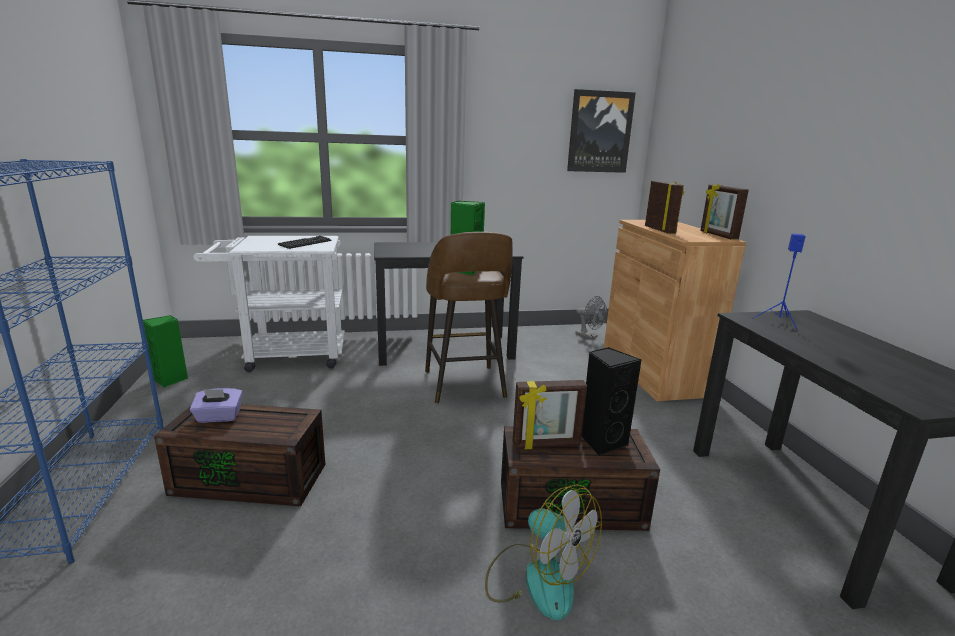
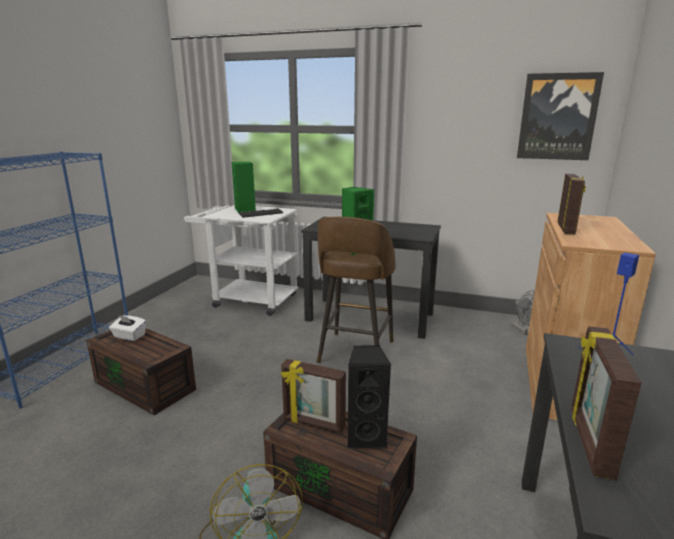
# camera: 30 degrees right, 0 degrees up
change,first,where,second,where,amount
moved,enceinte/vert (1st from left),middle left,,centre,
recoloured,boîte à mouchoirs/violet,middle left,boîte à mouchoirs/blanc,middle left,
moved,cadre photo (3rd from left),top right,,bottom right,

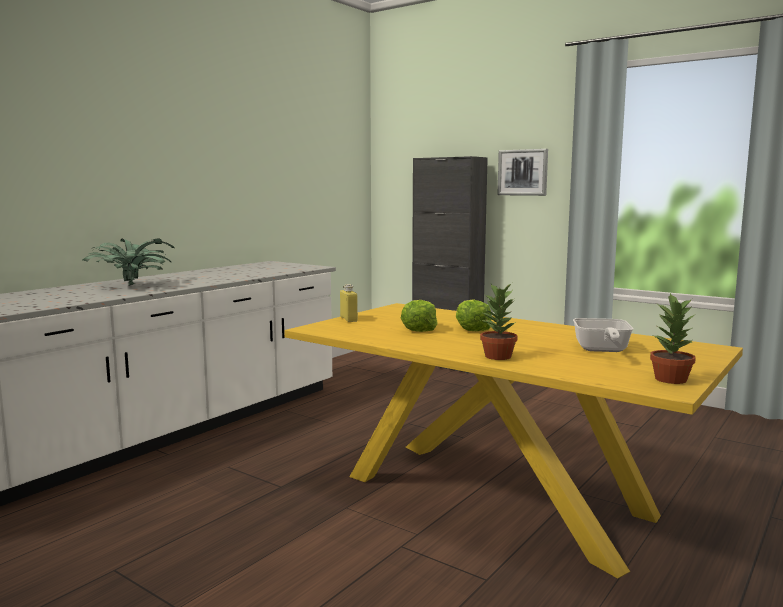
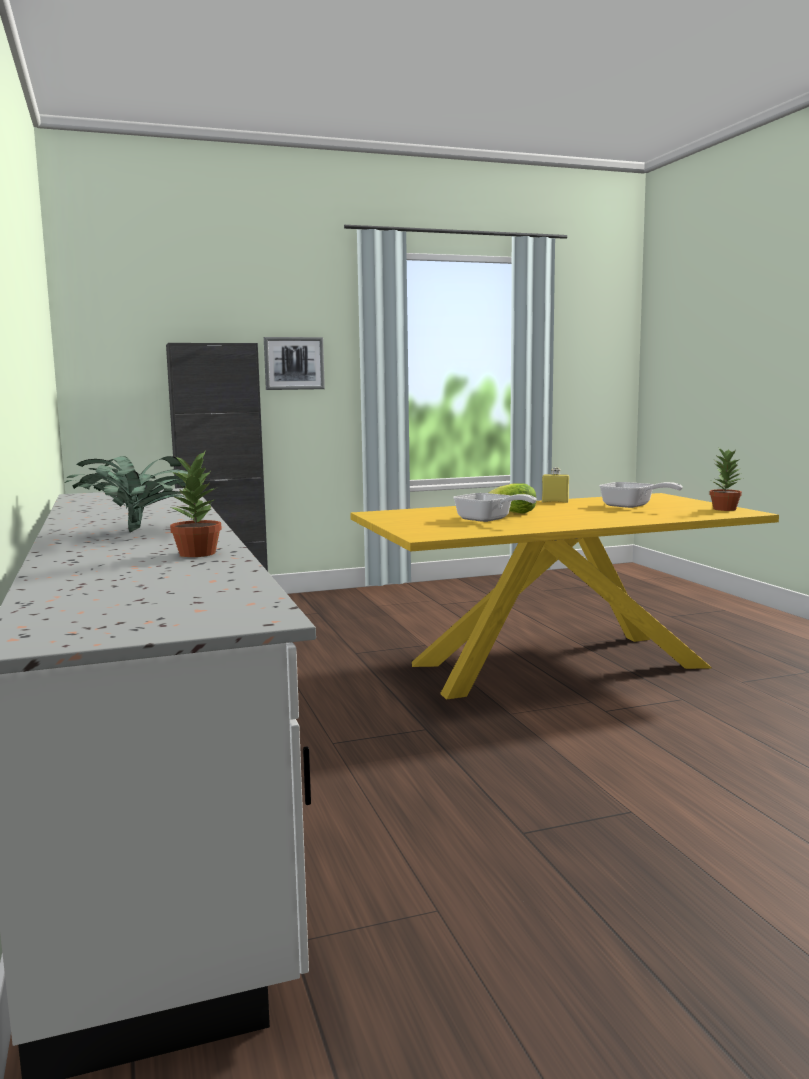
# camera: 55 degrees left, 0 degrees up
change,first,where,second,where,amount
moved,bouteille/jaune,centre,,middle right,
replaced,laitue (1st from left),centre,poêle (1st from left),centre,
moved,plante en pot (2nd from left),centre,,middle left,

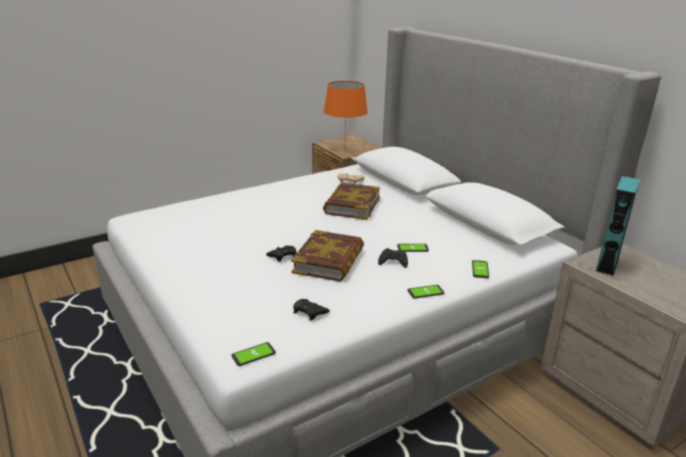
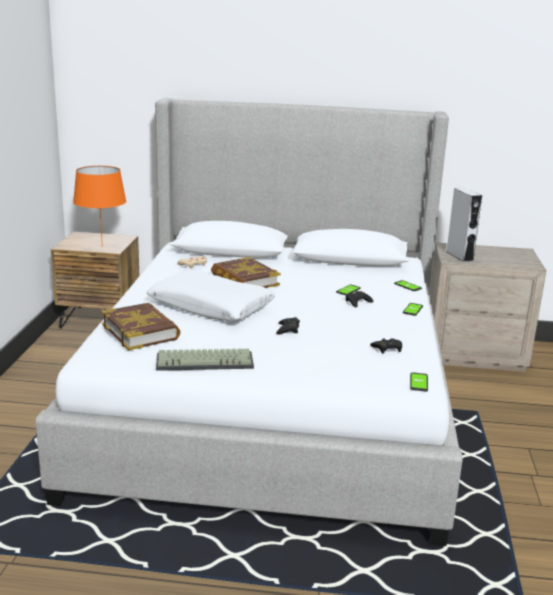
# camera: 50 degrees left, 5 degrees down
change,first,where,second,where,amount
moved,livre (1st from left),centre,,middle left,
recoloured,enceinte/turquoise,middle right,enceinte/gris,middle right,
added,,,coussin/blanc,centre,
added,,,clavier,centre,

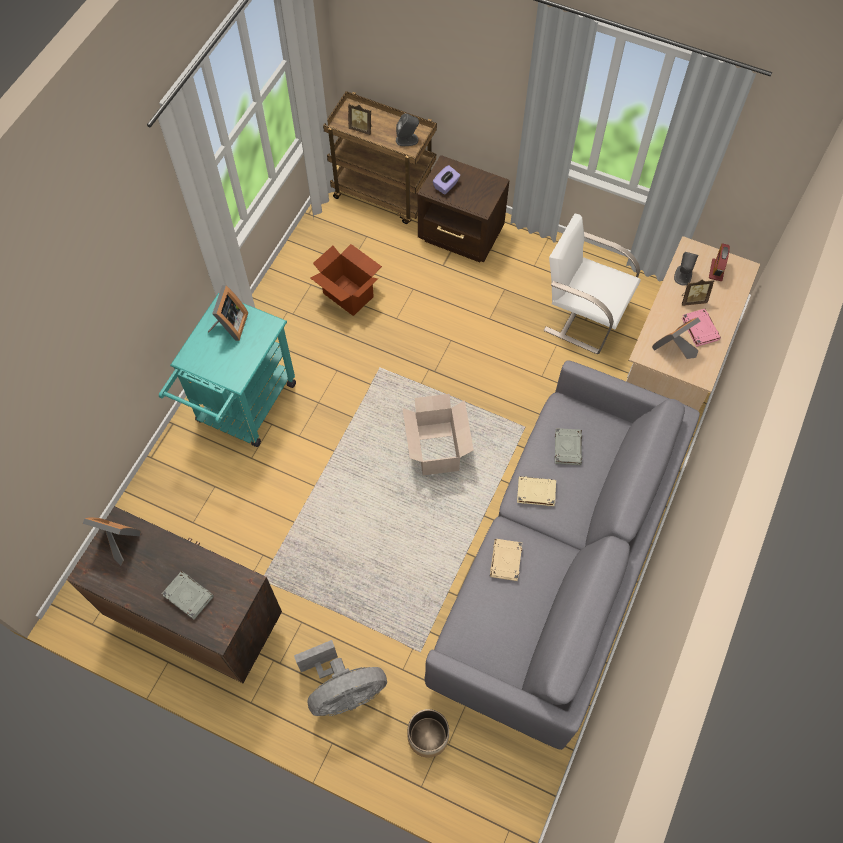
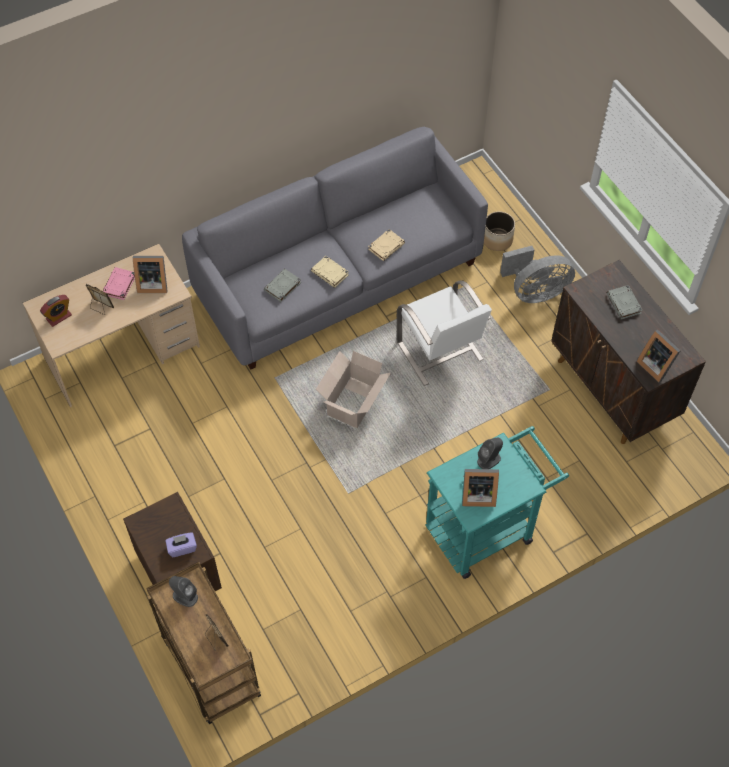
# camera: 145 degrees left, 5 degrees down
change,first,where,second,where,amount
turned,cadre photo (2nd from left in the first image),middle left,cadre photo (4th from left),centre,135 degrees counterclockwise
turned,ventilateur/gris,bottom centre,,middle right,150 degrees clockwise
removed,carton (1st from left),top centre,,,
moved,chaise/blanc,middle right,,centre,
moved,enceinte/gris (2nd from left),top right,,middle right,

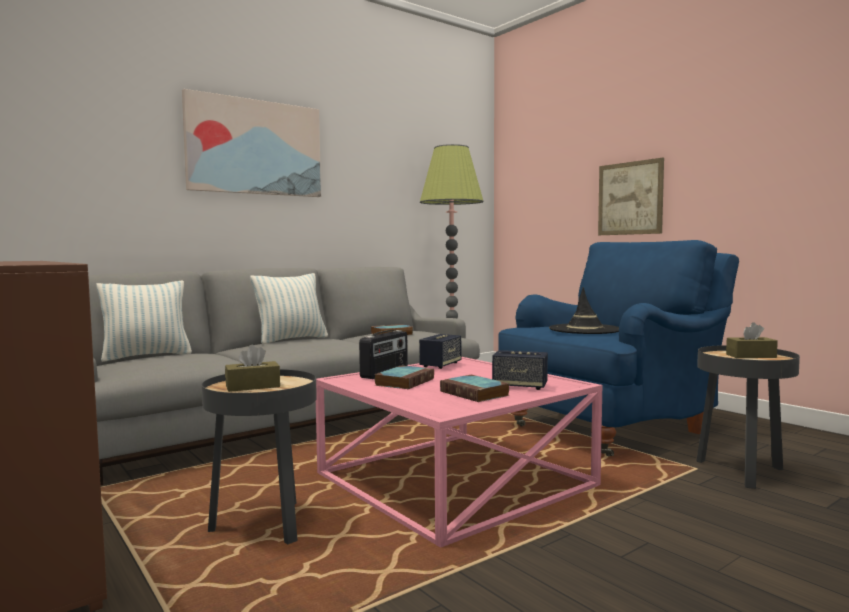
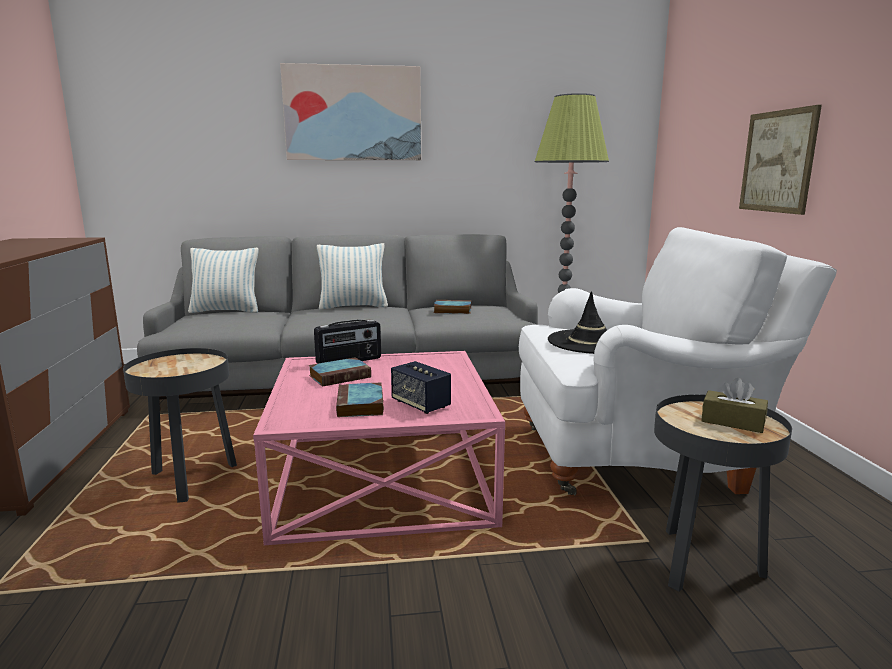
# camera: 30 degrees right, 10 degrees up
change,first,where,second,where,amount
removed,boîte à mouchoirs/marron (1st from left),middle left,,,
removed,enceinte (1st from left),centre,,,
recoloured,fauteuil/bleu,middle right,fauteuil/blanc,middle right,

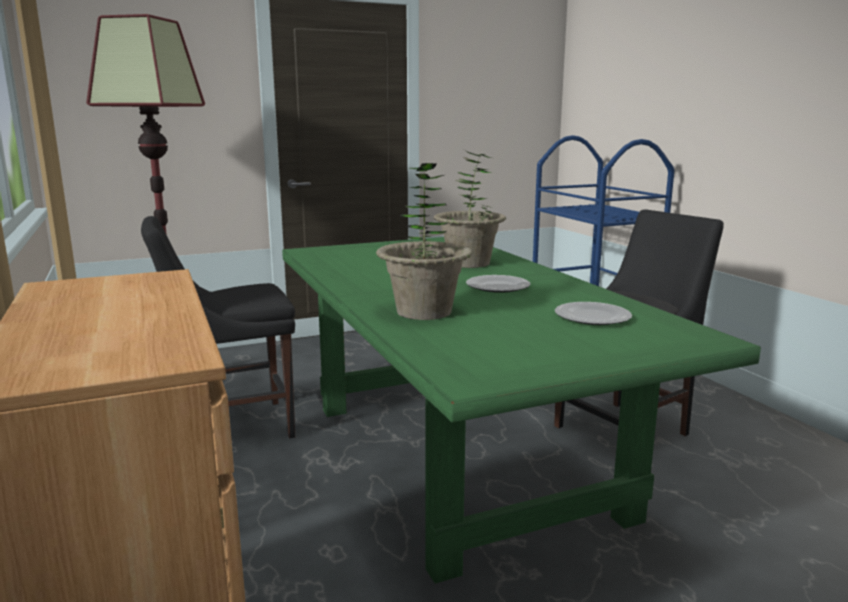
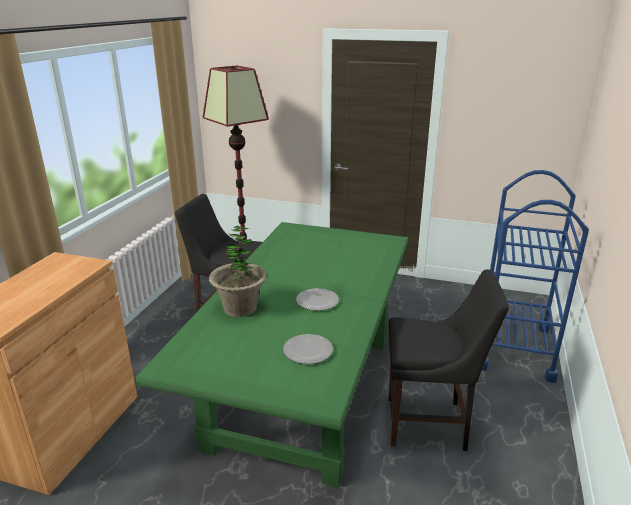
# camera: 40 degrees right, 10 degrees up
change,first,where,second,where,amount
removed,plante en pot (2nd from left),centre,,,

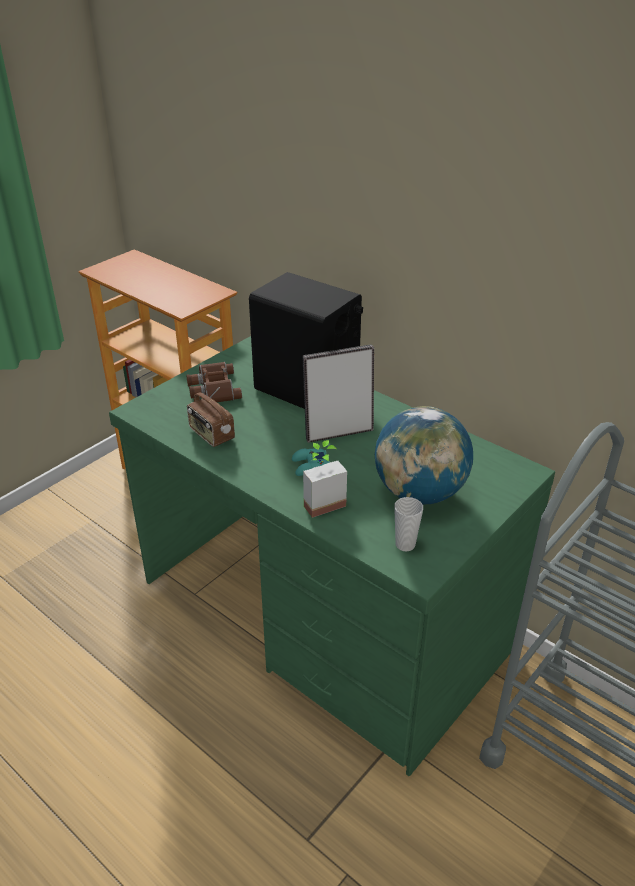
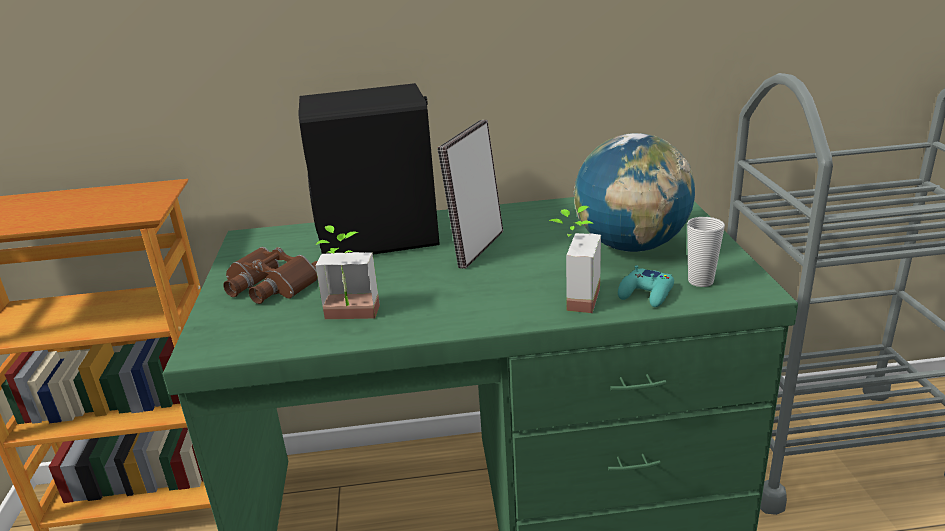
# camera: 45 degrees left, 10 degrees down
change,first,where,second,where,amount
replaced,radio,middle left,plante en pot (1st from left),centre,
moved,manette/turquoise,centre,,middle right,

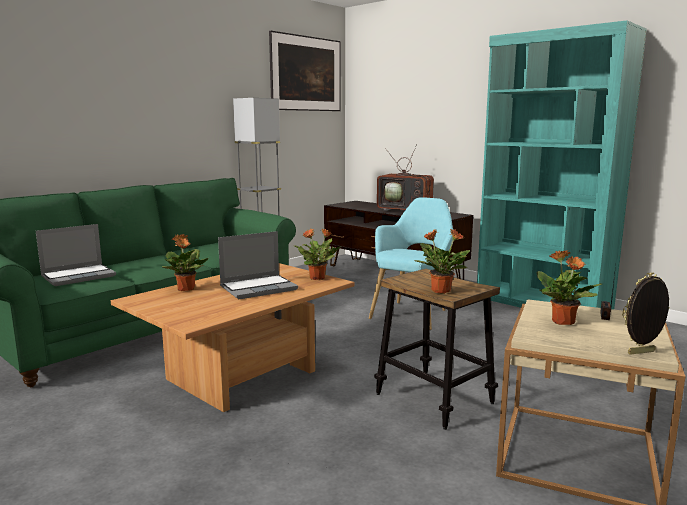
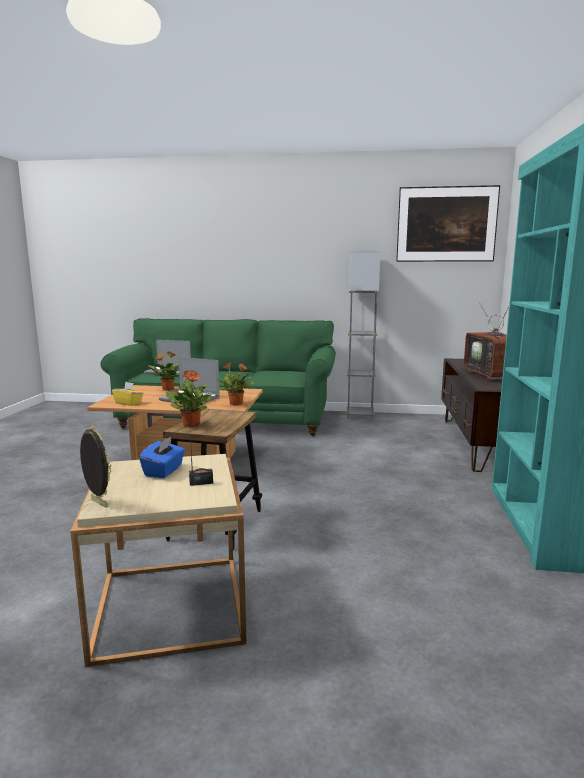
# camera: 55 degrees right, 0 degrees up
change,first,where,second,where,amount
removed,fauteuil/turquoise,centre,,,
replaced,plante en pot (4th from left),middle right,boîte à mouchoirs/bleu,middle left,
added,,,boîte à mouchoirs/jaune,middle left,

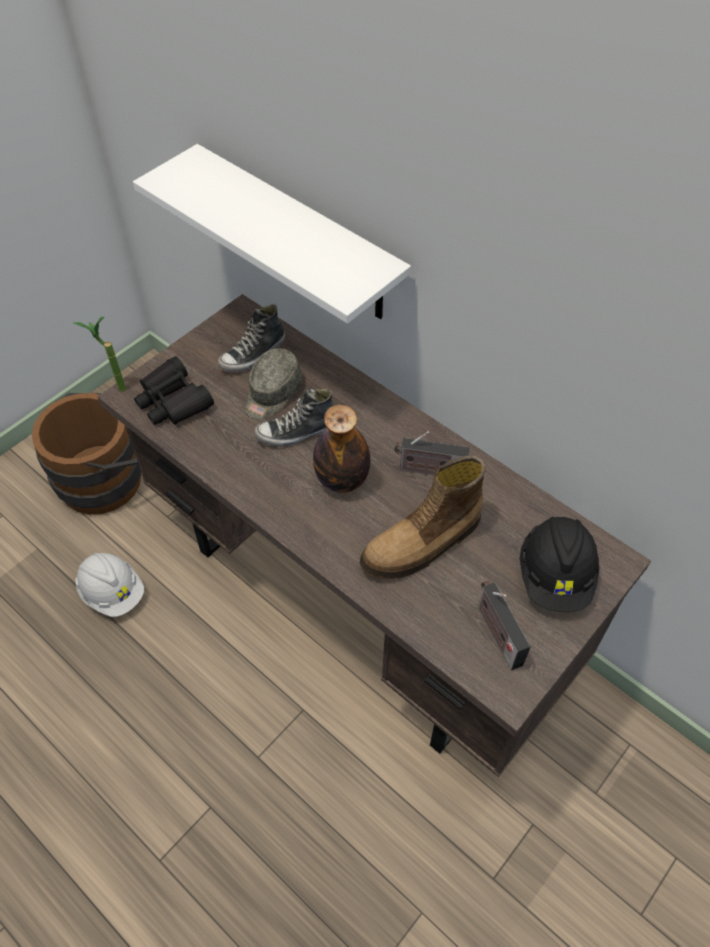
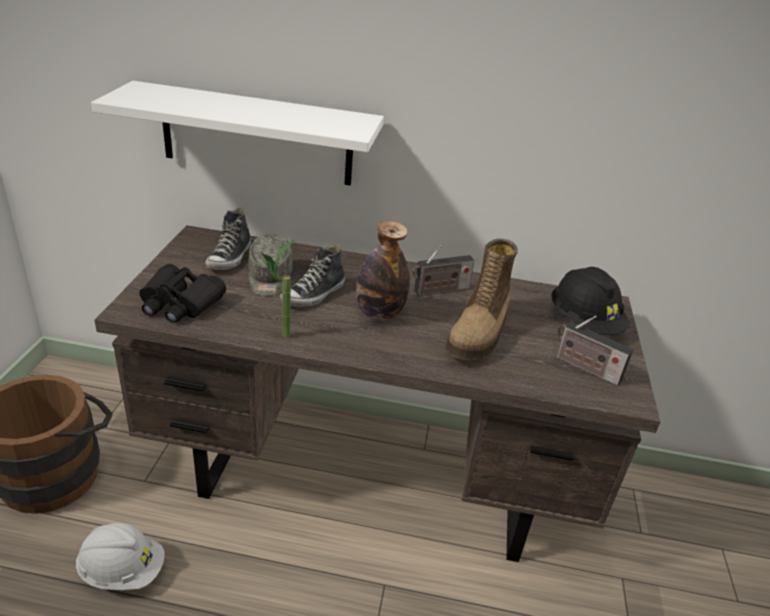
# camera: 35 degrees left, 20 degrees down
change,first,where,second,where,amount
moved,plante en pot,middle left,,centre,

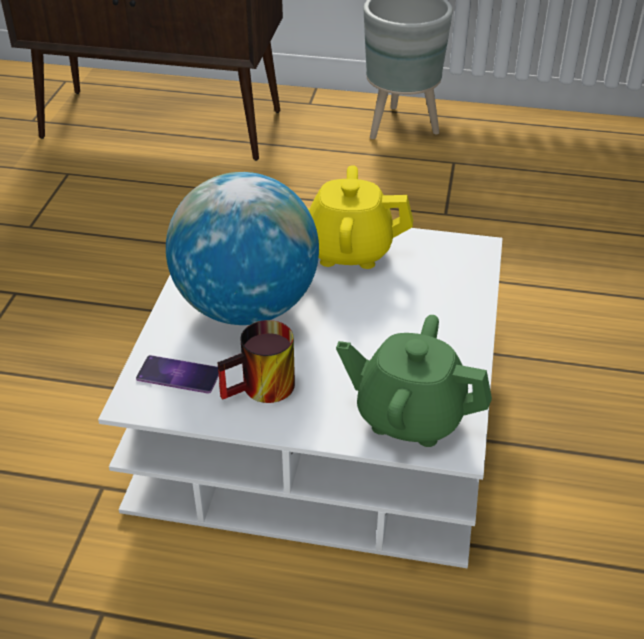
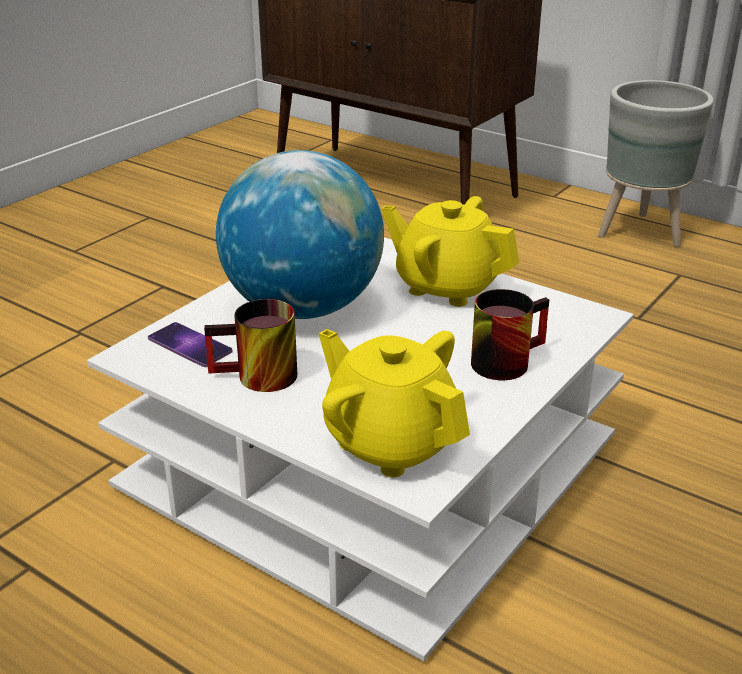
# camera: 25 degrees right, 10 degrees down
change,first,where,second,where,amount
recoloured,théière/vert,centre,théière/jaune (1st from left),centre,
added,,,mug (2nd from left),middle right,

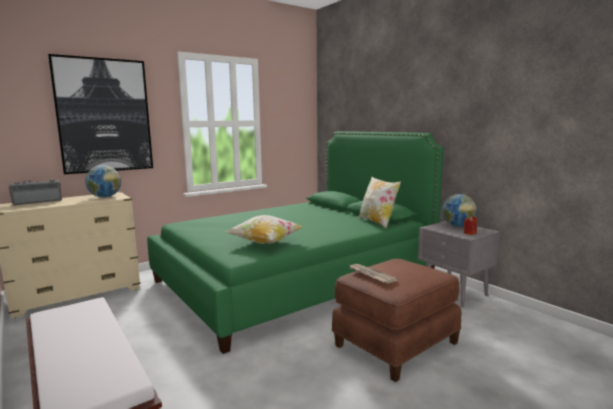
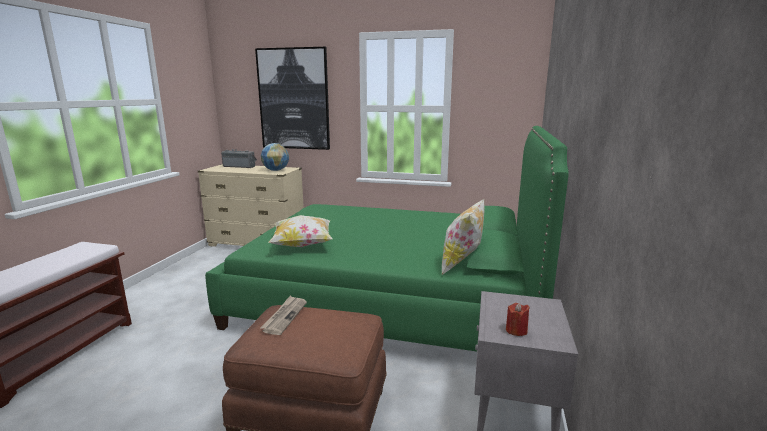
# camera: 50 degrees right, 5 degrees up
change,first,where,second,where,amount
removed,globe (2nd from left),middle right,,,

